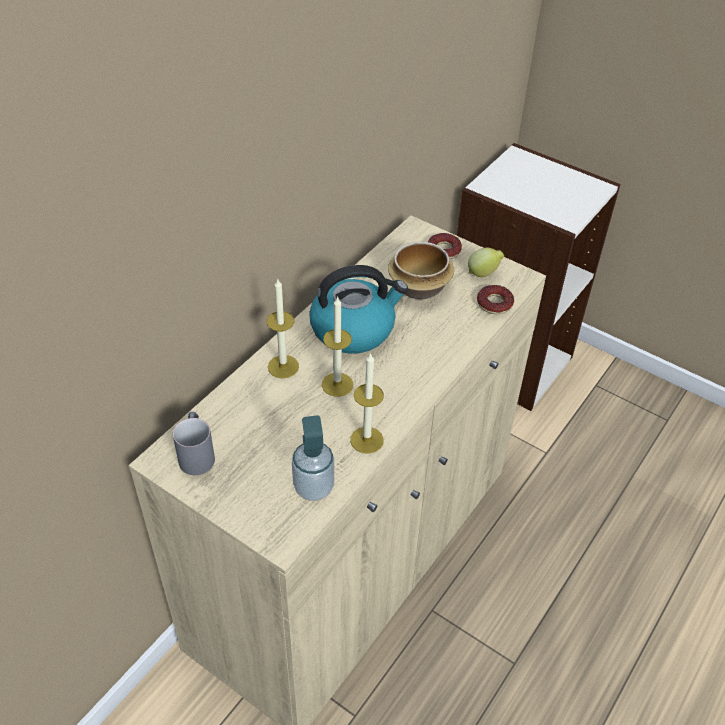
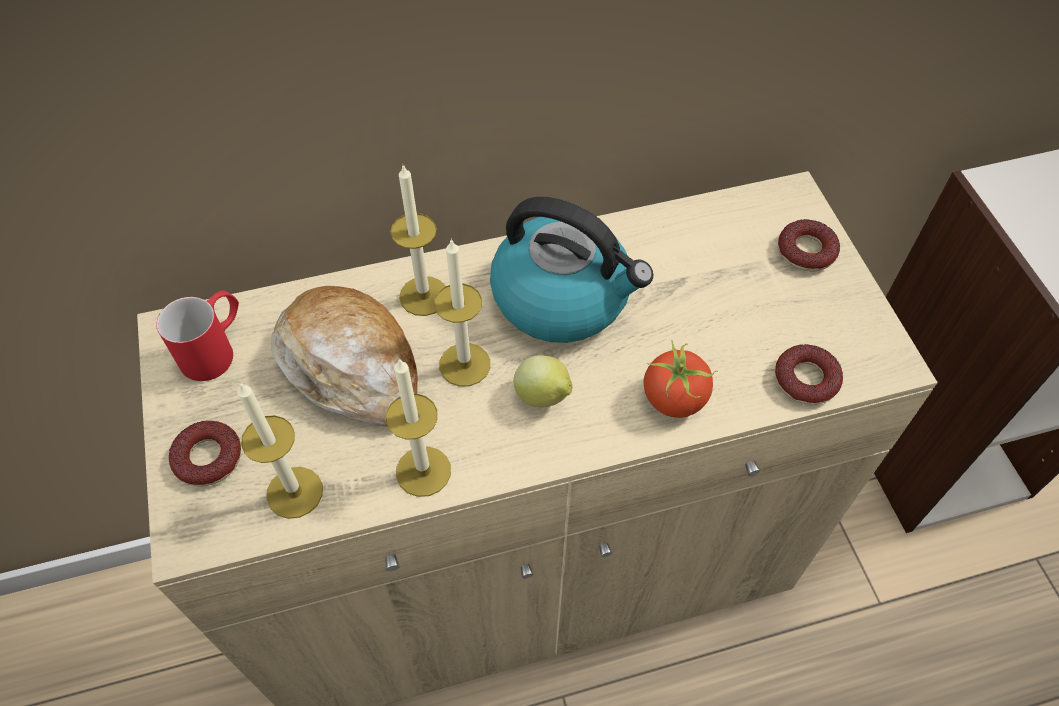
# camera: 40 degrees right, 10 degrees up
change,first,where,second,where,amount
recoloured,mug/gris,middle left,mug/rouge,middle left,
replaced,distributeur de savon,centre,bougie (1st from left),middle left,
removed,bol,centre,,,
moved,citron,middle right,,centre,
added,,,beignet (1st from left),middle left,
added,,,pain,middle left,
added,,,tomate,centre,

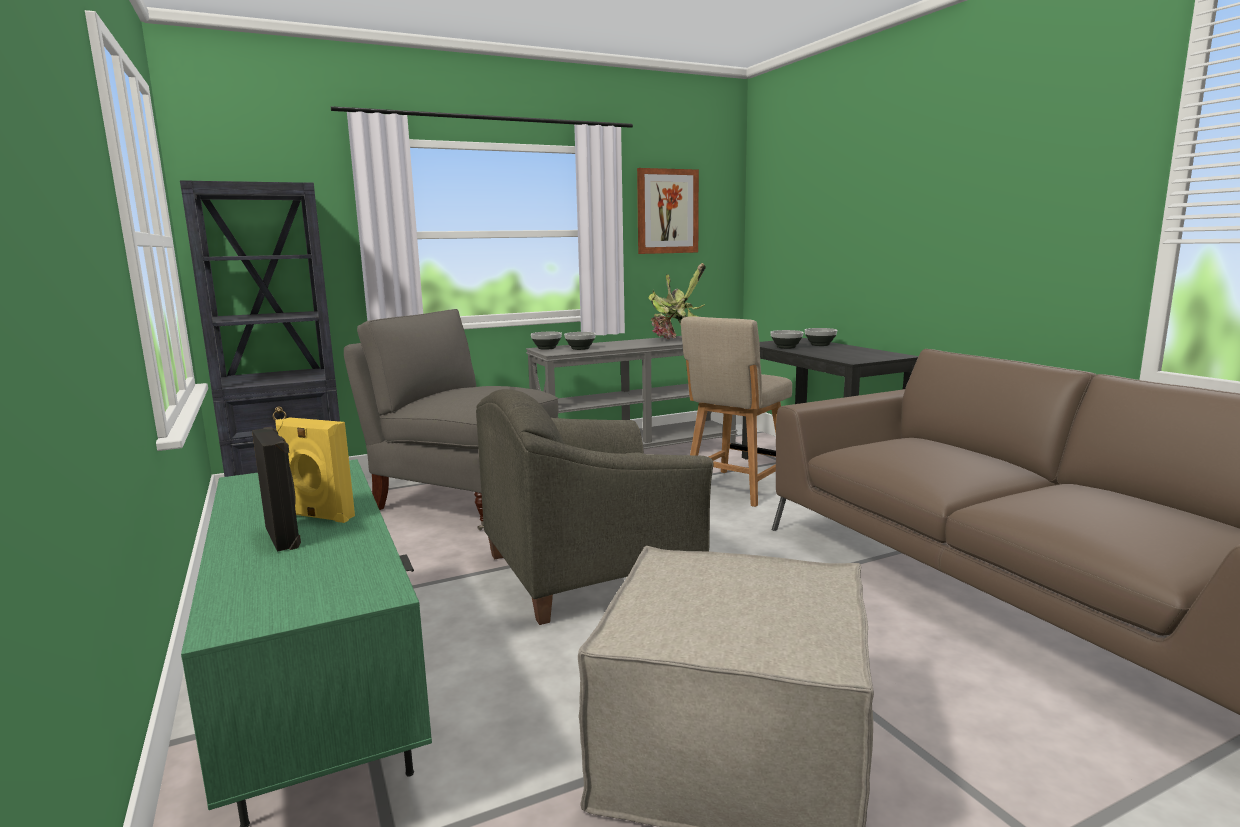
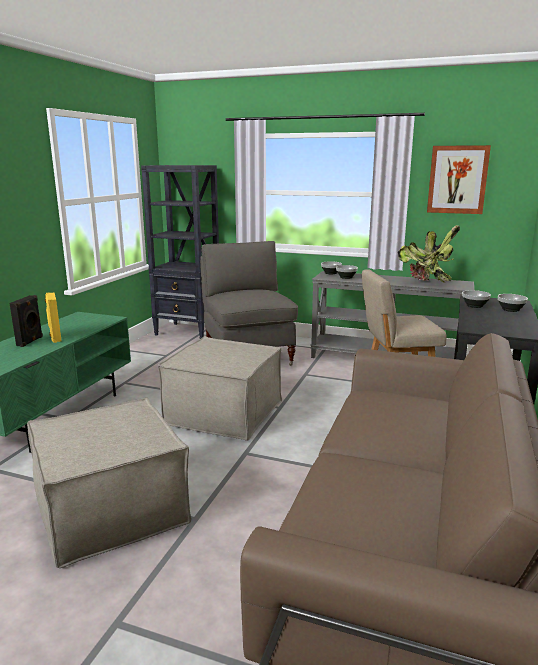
# camera: 45 degrees right, 5 degrees up
change,first,where,second,where,amount
replaced,fauteuil/gris (2nd from left),centre,pouf/beige (2nd from left),centre,

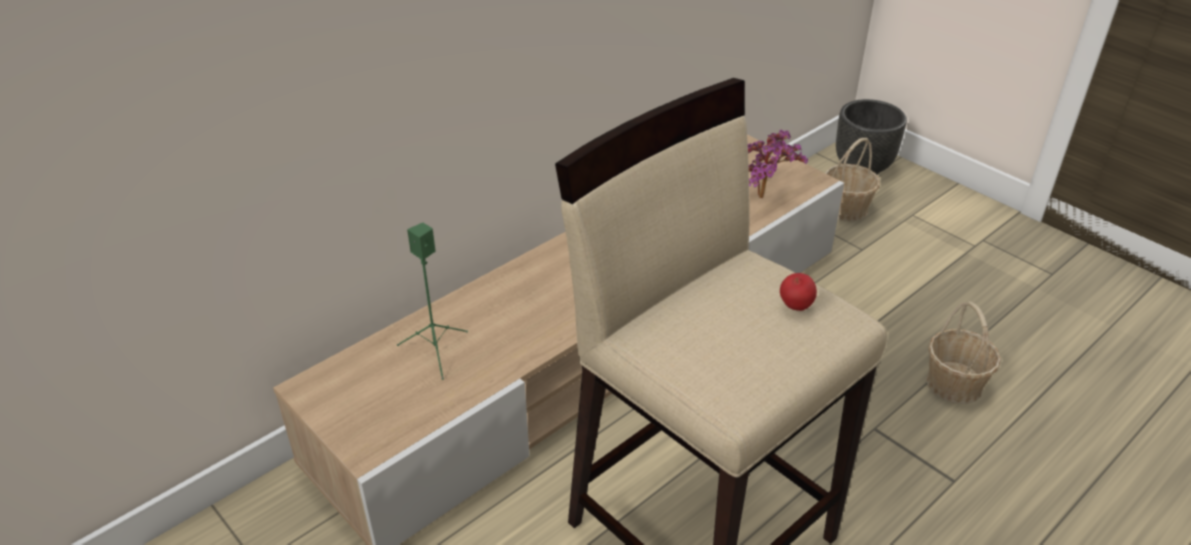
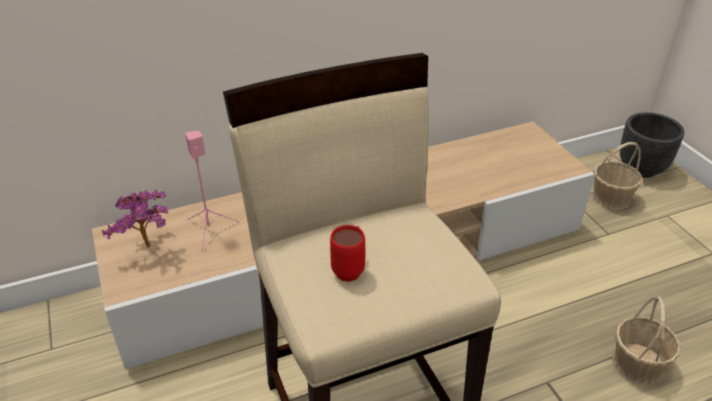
# camera: 20 degrees right, 0 degrees up
change,first,where,second,where,amount
recoloured,enceinte/vert,centre,enceinte/rose,middle left,
moved,plante en pot,top centre,,middle left,
removed,pomme,middle right,,,
added,,,mug/rouge,centre,

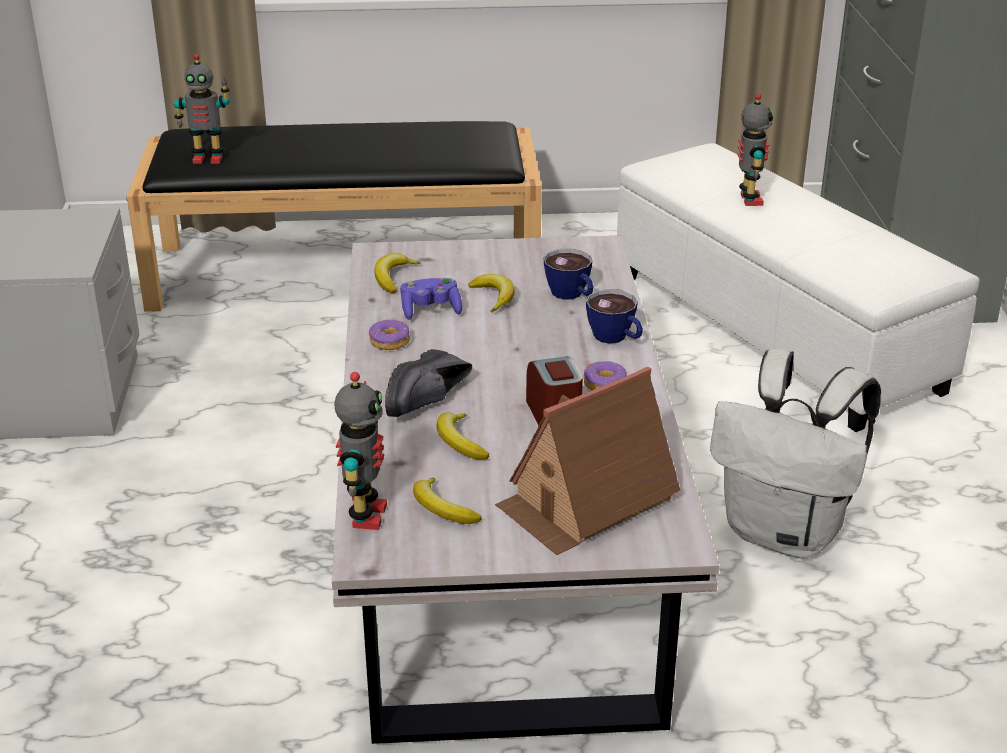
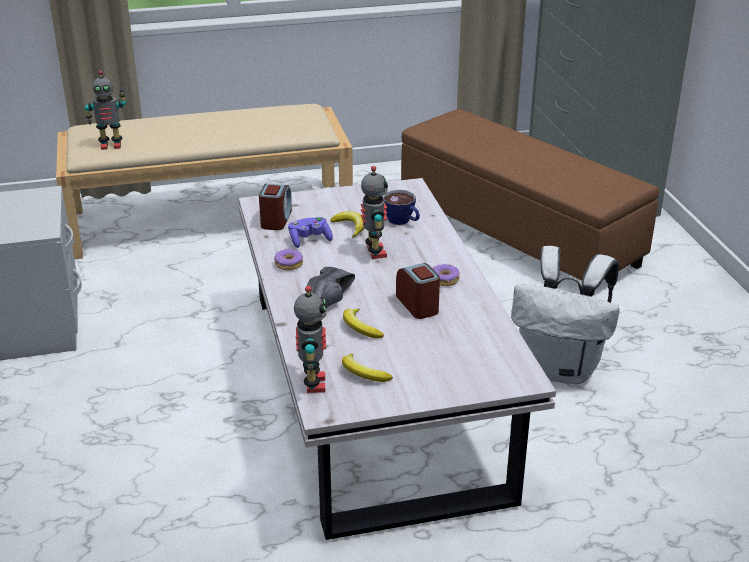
# camera: 10 degrees left, 0 degrees up
change,first,where,second,where,amount
recoloured,banc/noir,top left,banc/beige,top left,
replaced,banane (1st from left),centre,réveil (1st from left),centre,
removed,maison miniature,centre,,,
removed,tasse (2nd from left),centre,,,
recoloured,pouf/blanc,middle right,pouf/marron,middle right,
moved,robot jouet (3rd from left),top right,,centre,

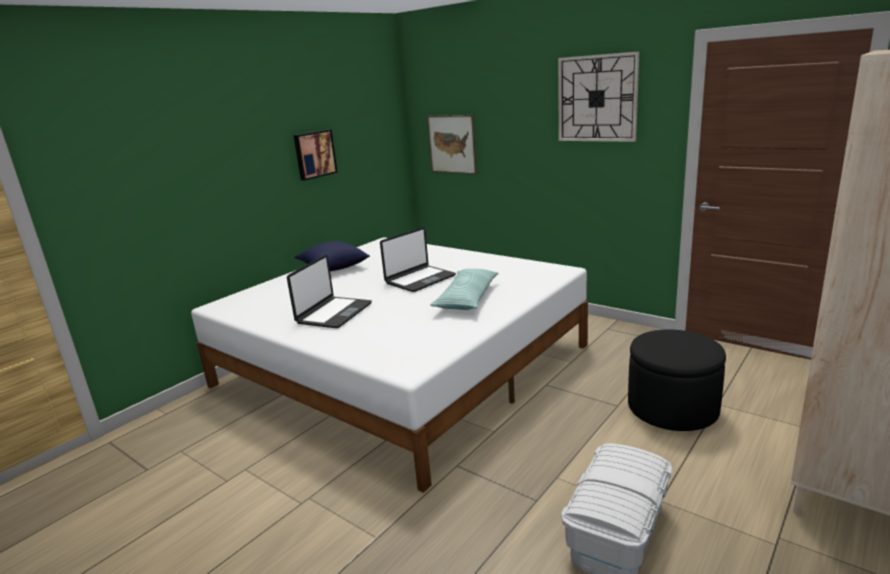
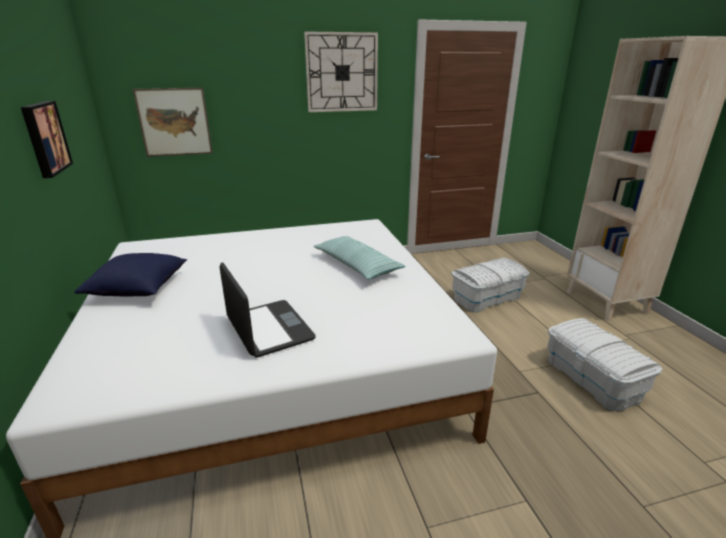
# camera: 55 degrees left, 5 degrees up
change,first,where,second,where,amount
removed,ordinateur portable (2nd from left),centre,,,
replaced,pouf/noir,middle right,boîte de rangement/blanc (1st from left),middle right,

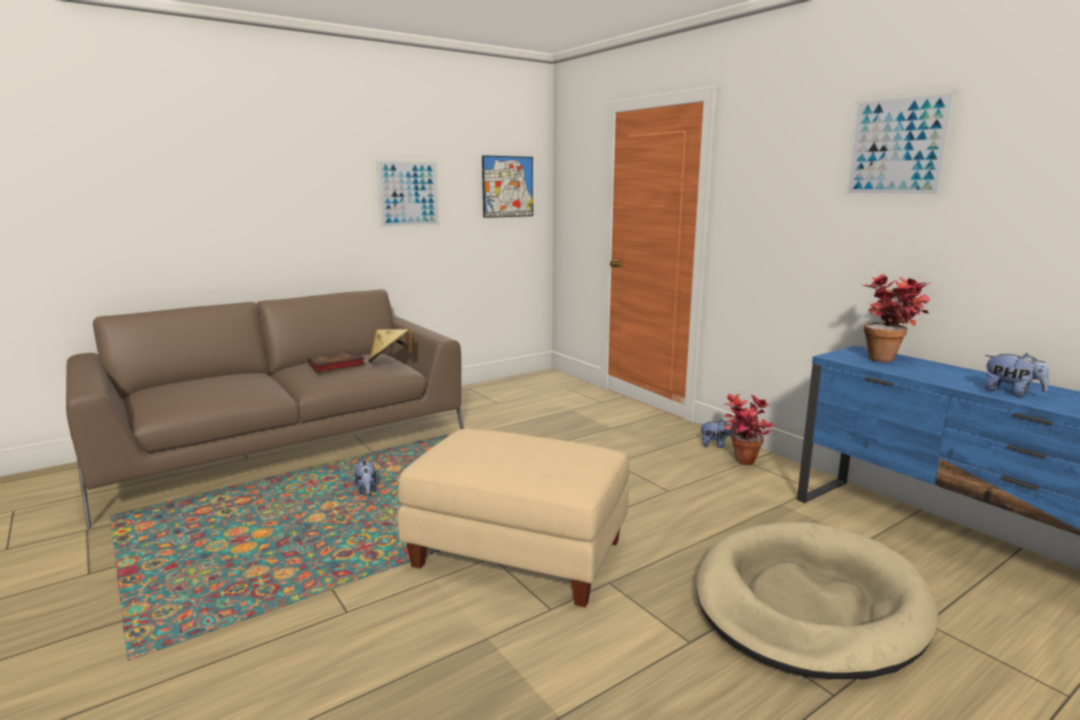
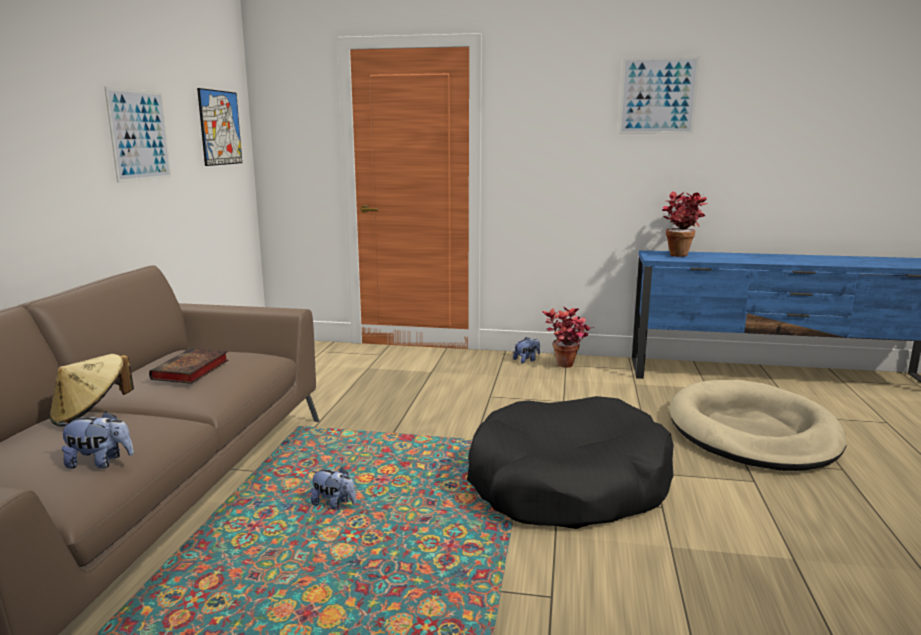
# camera: 45 degrees left, 0 degrees up
change,first,where,second,where,amount
moved,chapeau/beige,centre,,middle left,
replaced,pouf/beige,bottom centre,panier pour chien/noir,bottom centre,
moved,peluche (3rd from left in the first image),middle right,peluche (1st from left),bottom left,

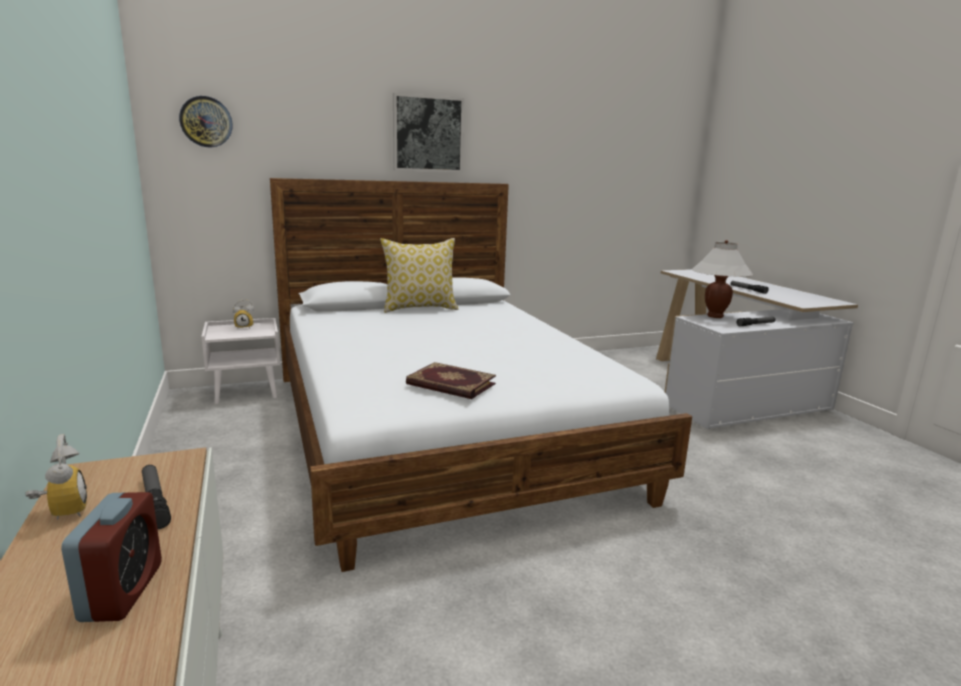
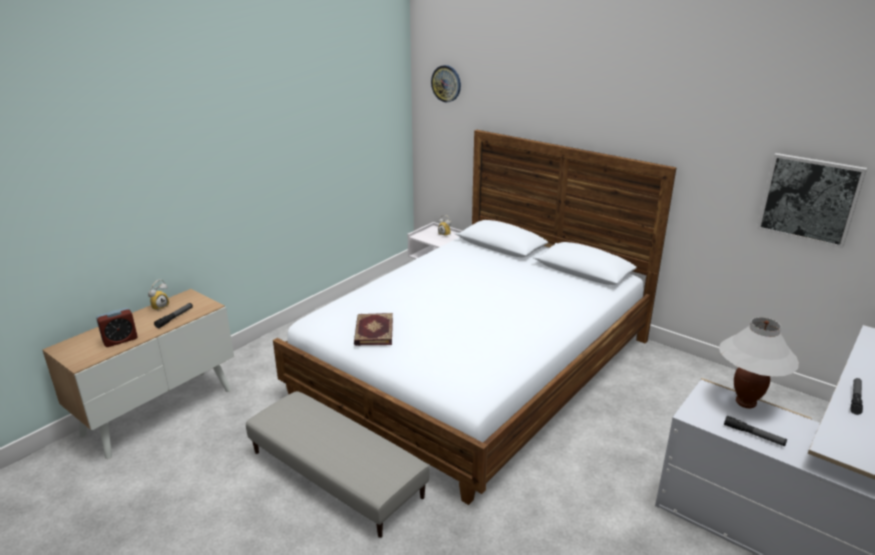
# camera: 60 degrees right, 10 degrees up
change,first,where,second,where,amount
removed,coussin,centre,,,
moved,tableau,top centre,,middle right,
added,,,pouf/gris,bottom centre,

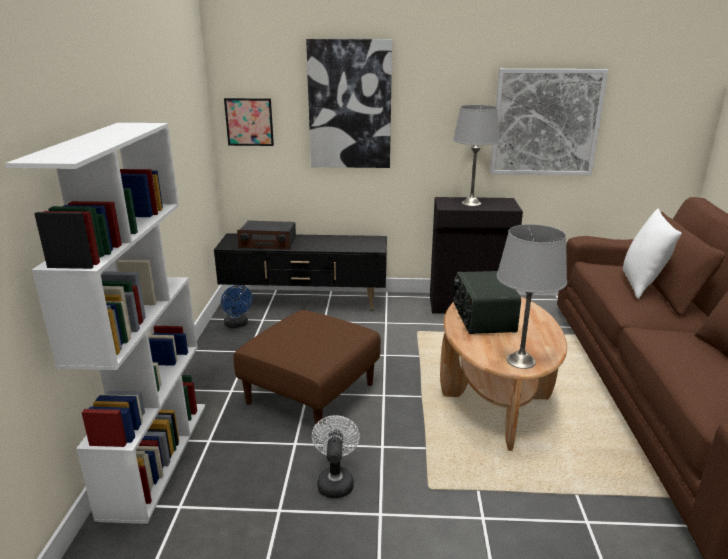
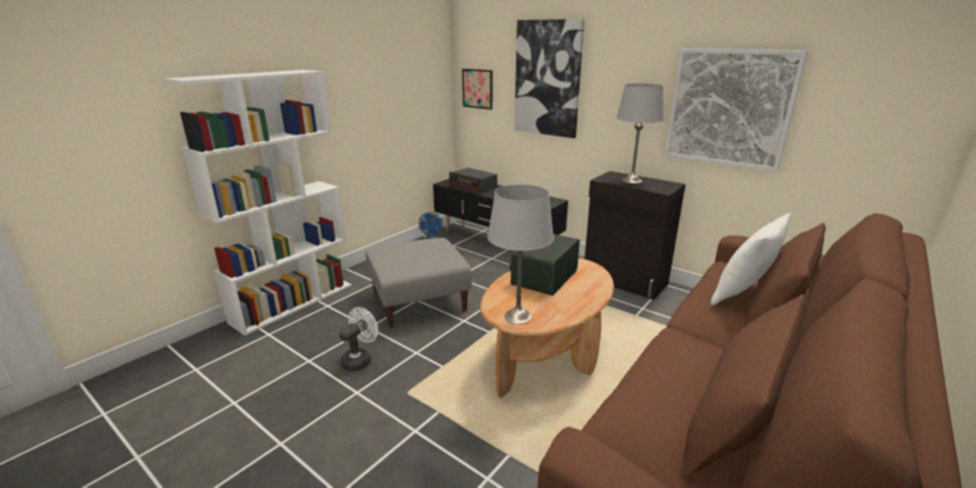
# camera: 35 degrees right, 0 degrees up
change,first,where,second,where,amount
recoloured,pouf/marron,centre,pouf/gris,centre,

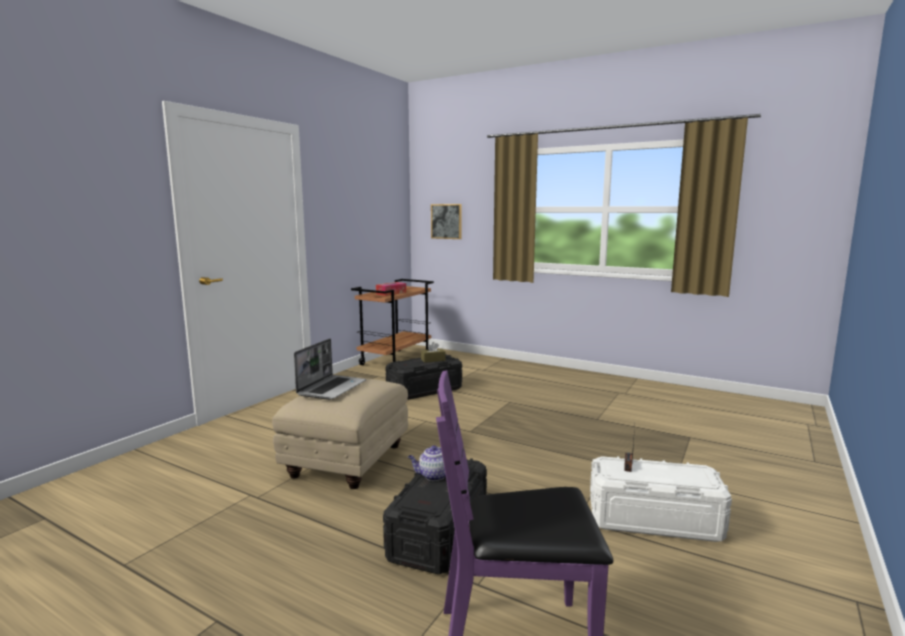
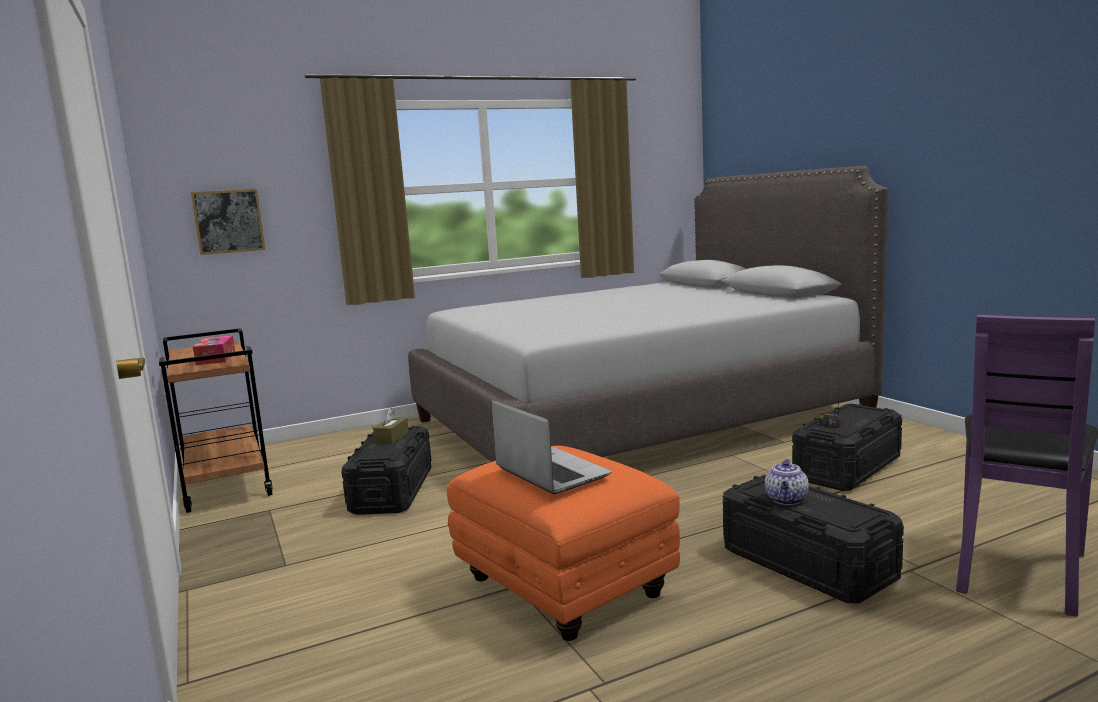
# camera: 55 degrees left, 0 degrees up
change,first,where,second,where,amount
recoloured,pouf/beige,bottom centre,pouf/orange,bottom centre,
recoloured,boîte de rangement/blanc,bottom right,boîte de rangement/noir (3rd from left),middle right,
added,,,lit/gris,centre,

